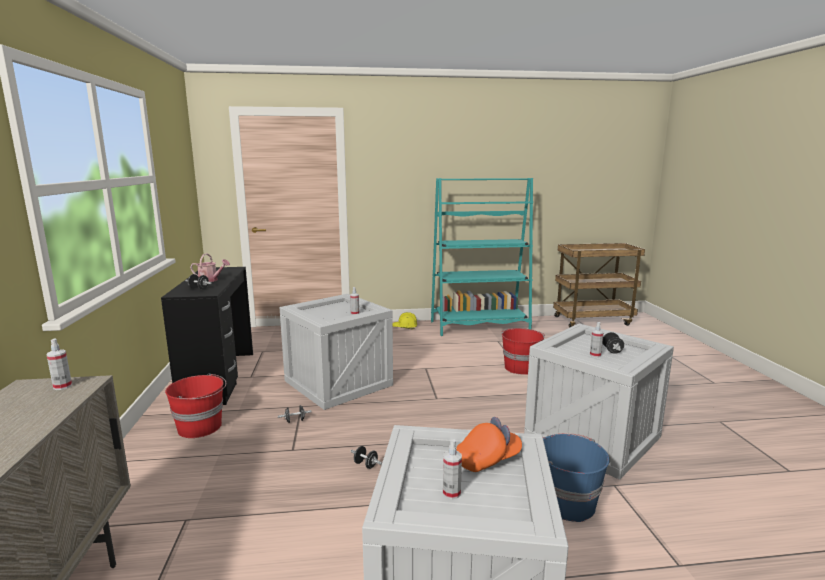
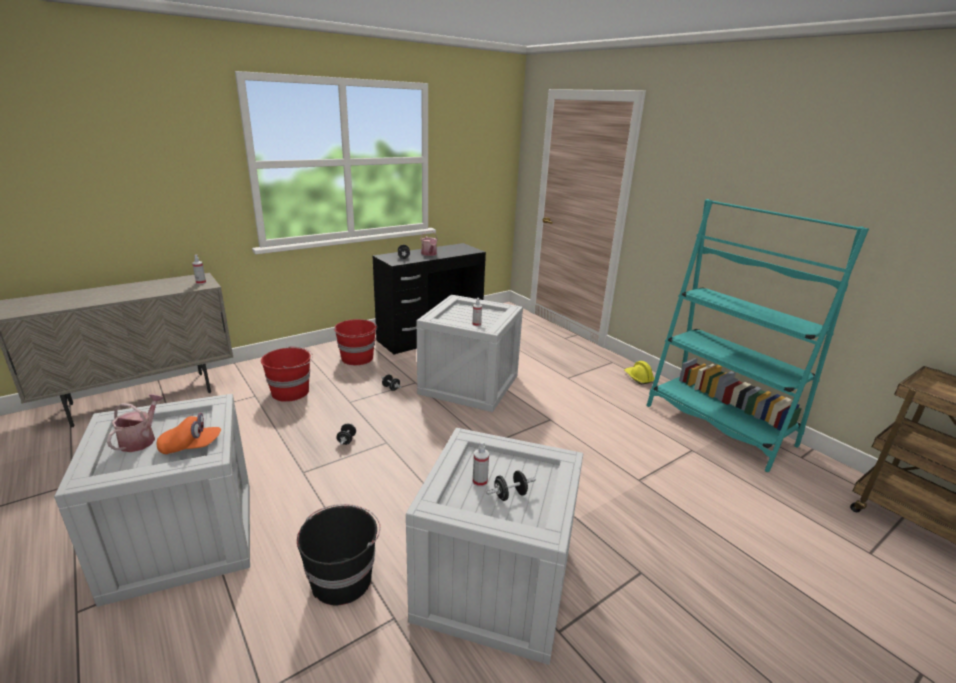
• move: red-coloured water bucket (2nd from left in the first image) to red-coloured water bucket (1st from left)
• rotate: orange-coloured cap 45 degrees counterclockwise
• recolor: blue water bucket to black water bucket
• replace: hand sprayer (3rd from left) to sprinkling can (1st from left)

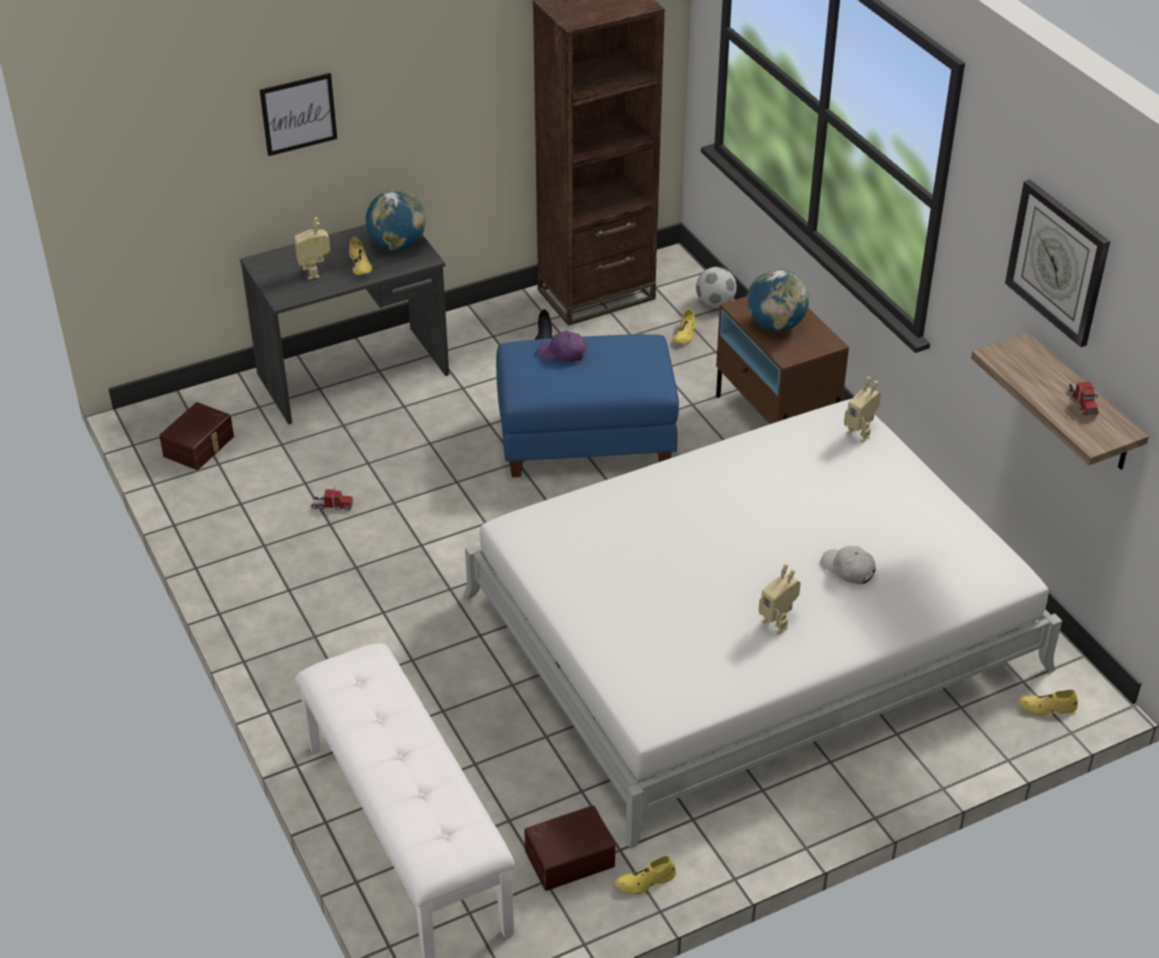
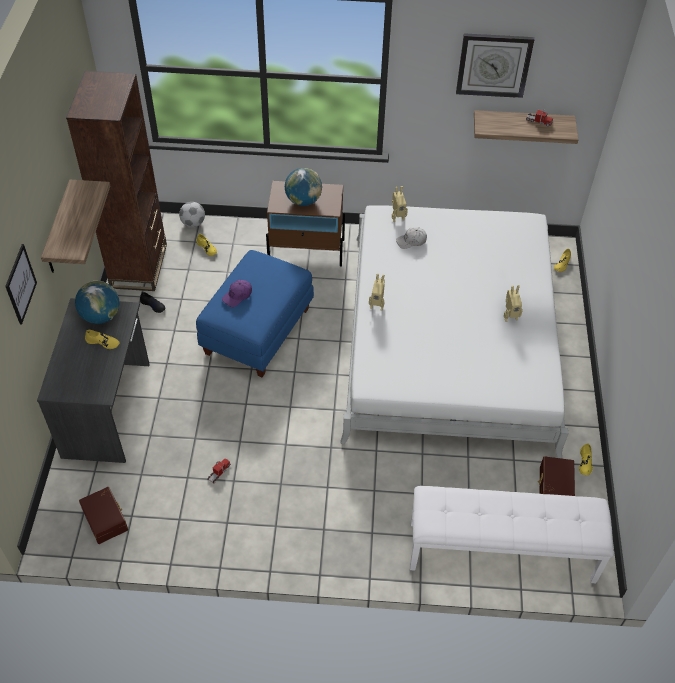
• move: toy robot (1st from left)
• move: white cap
• insert: wall shelf (1st from left)

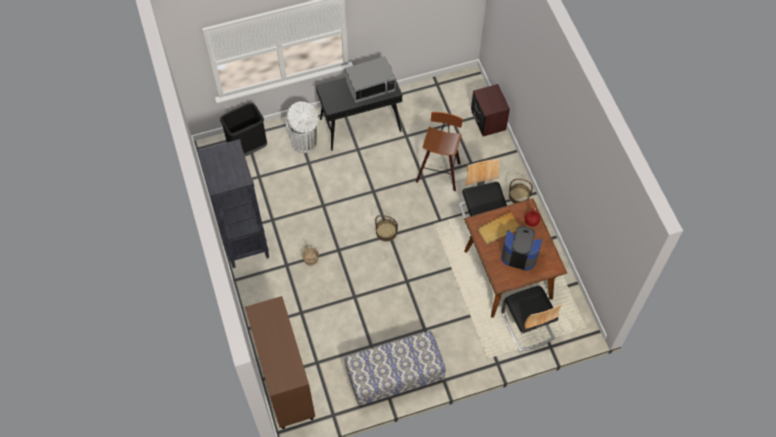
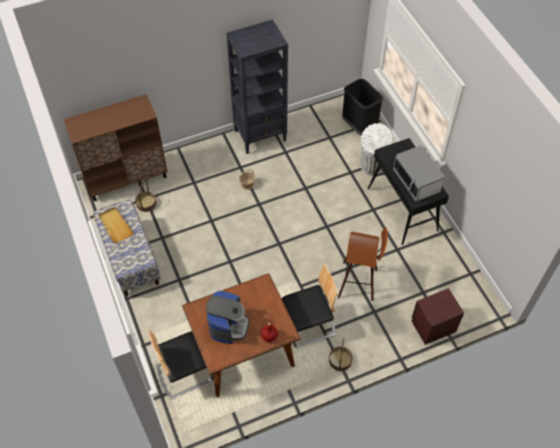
• move: beige tray
• move: storage basket (2nd from left in the first image) to storage basket (1st from left)

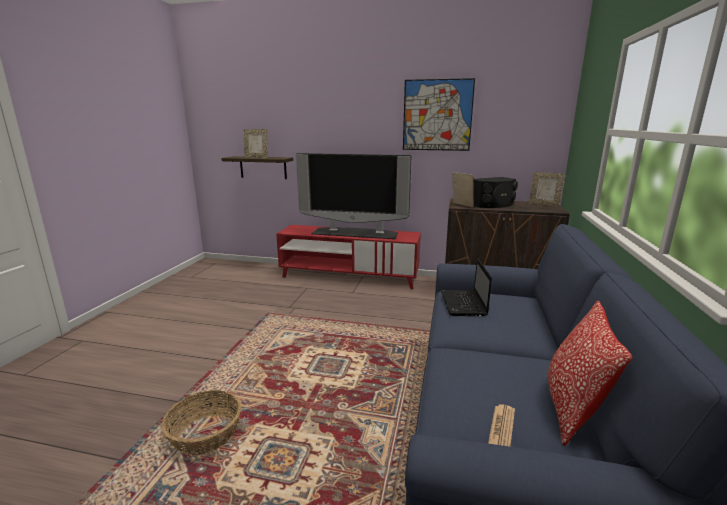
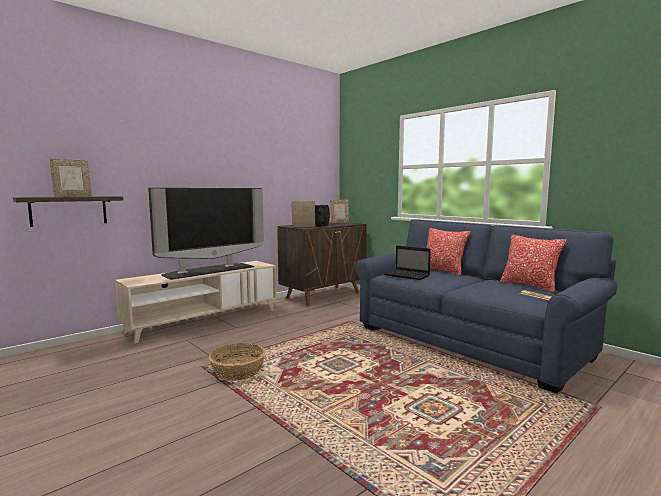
• delete: picture
• recolor: red-coloured media console to beige media console
• move: storage basket
• insert: throw pillow (1st from left)

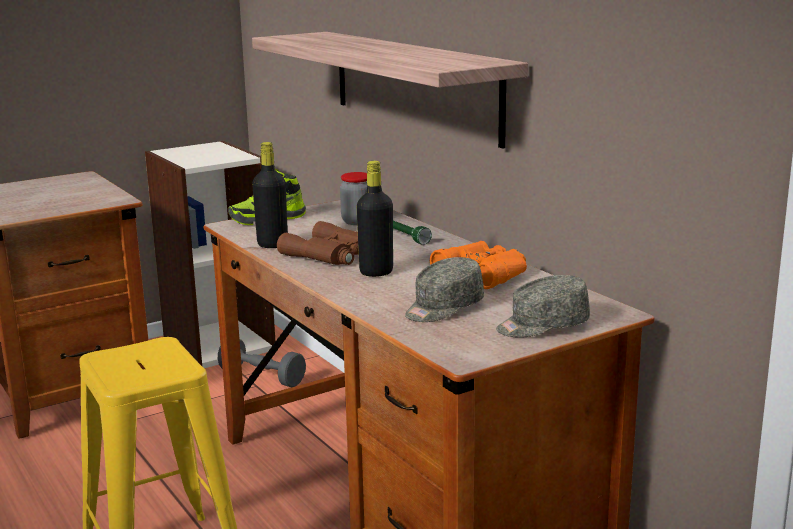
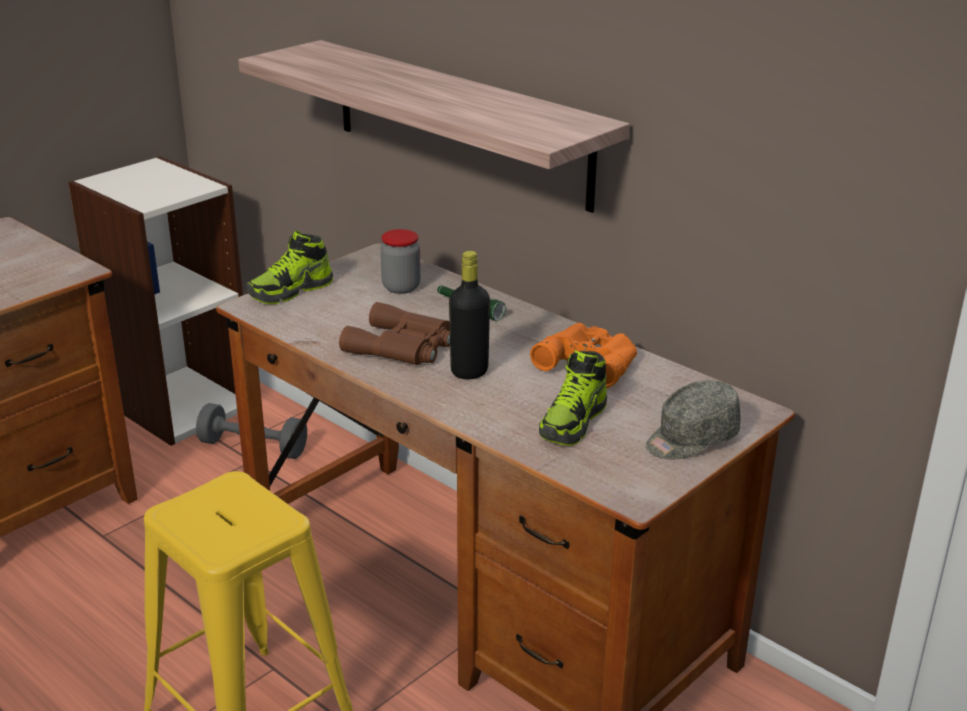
• delete: black beverage bottle (1st from left)
• replace: grey cap (1st from left) to low shoe (2nd from left)

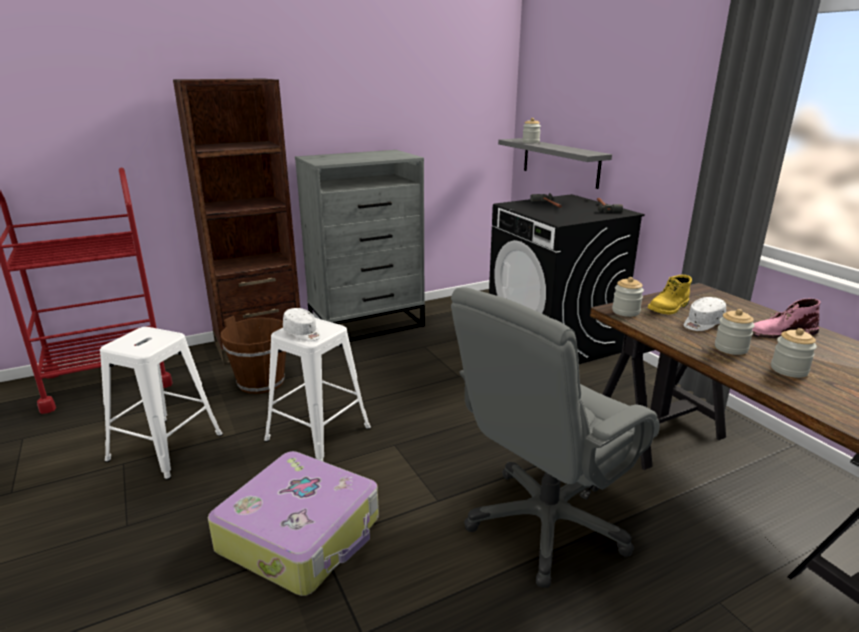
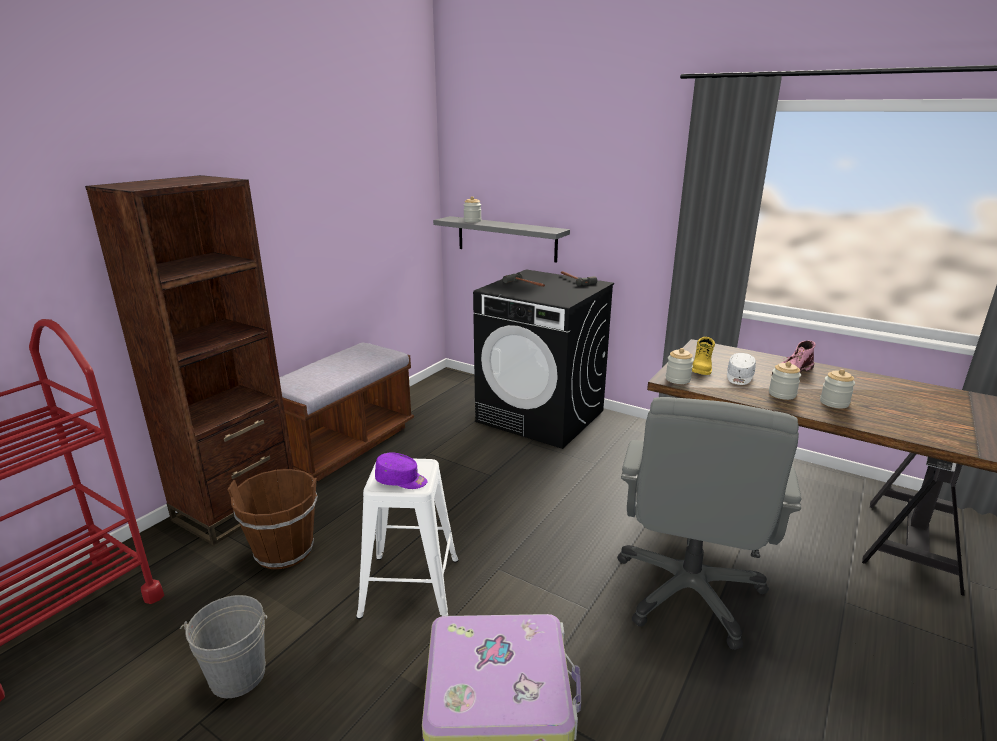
• replace: grey drawer chest to brown long seat
• recolor: white cap (1st from left) to purple-coloured cap
• replace: white stool seat (1st from left) to grey water bucket

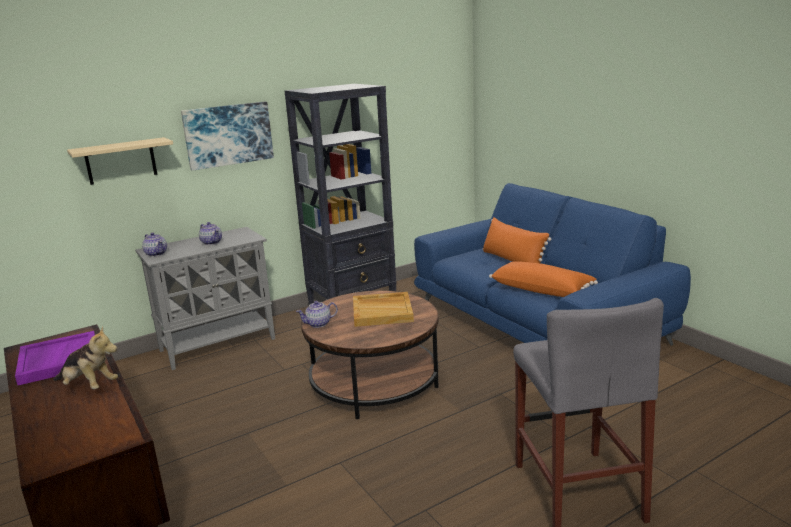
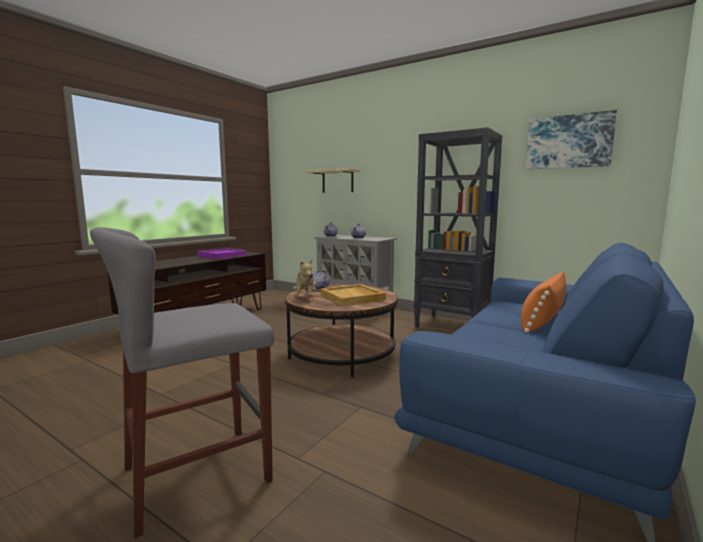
• move: picture
• delete: orange-coloured throw pillow (2nd from left)
• move: plush toy

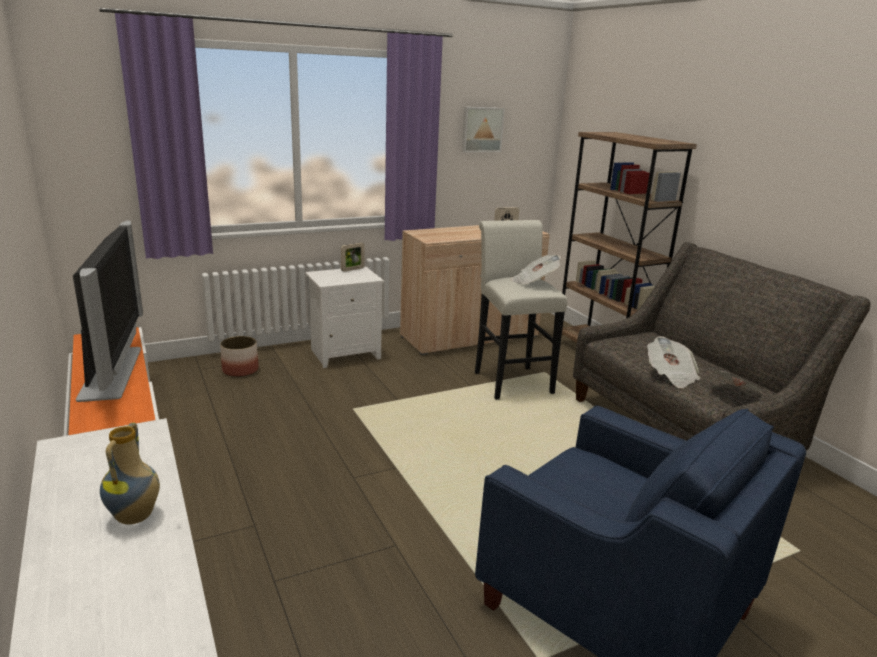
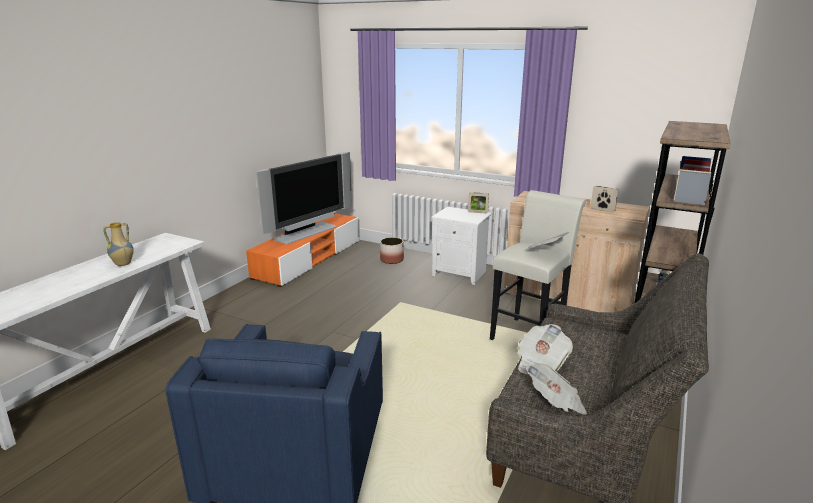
• delete: picture

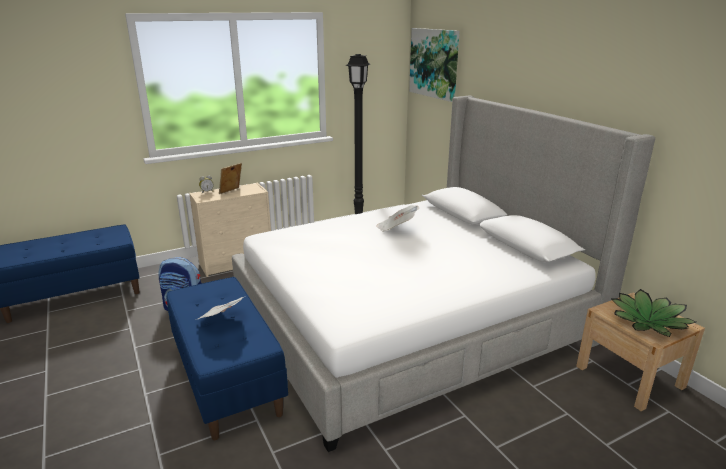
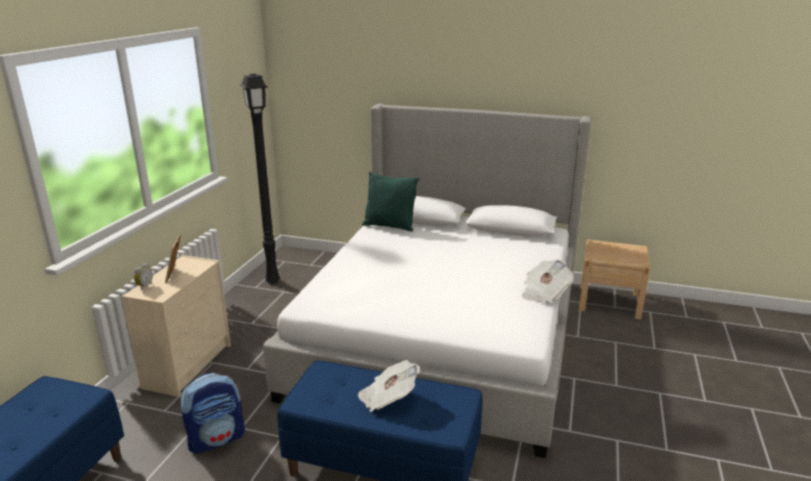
• delete: picture
• move: daily paper (2nd from left)
• delete: potted plant
• insert: greenish throw pillow

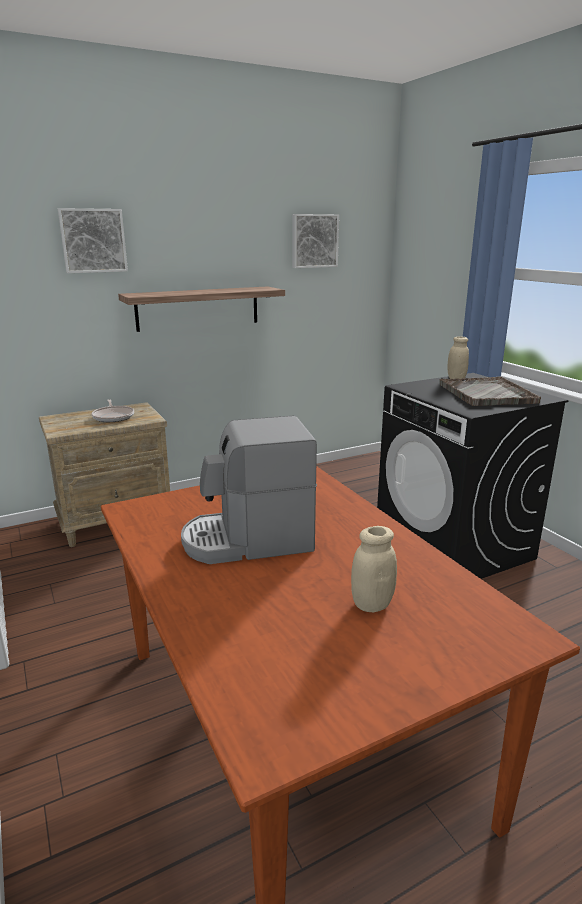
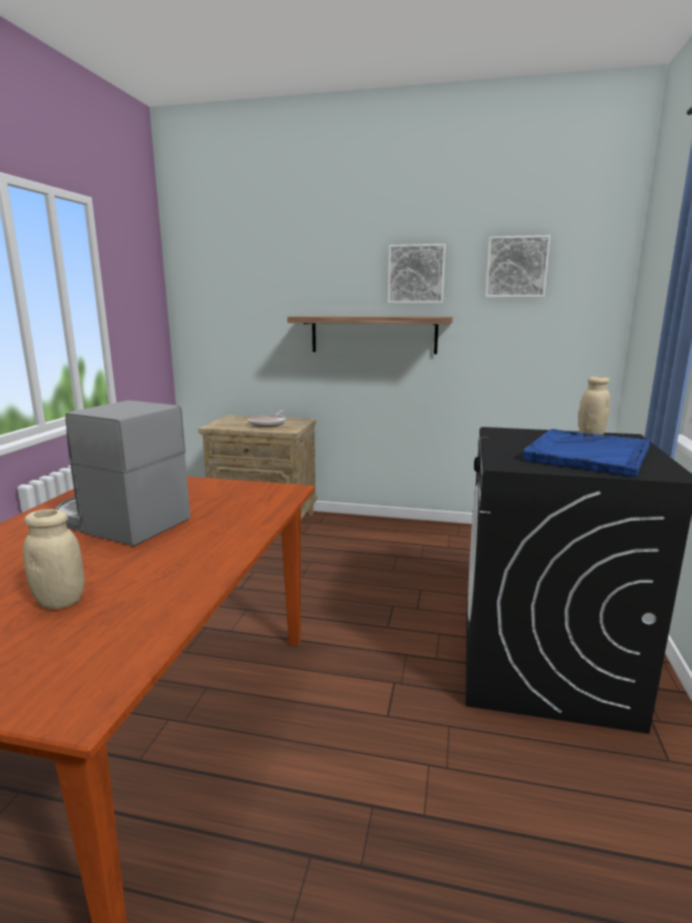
• move: picture (1st from left)
• recolor: grey tray to blue tray

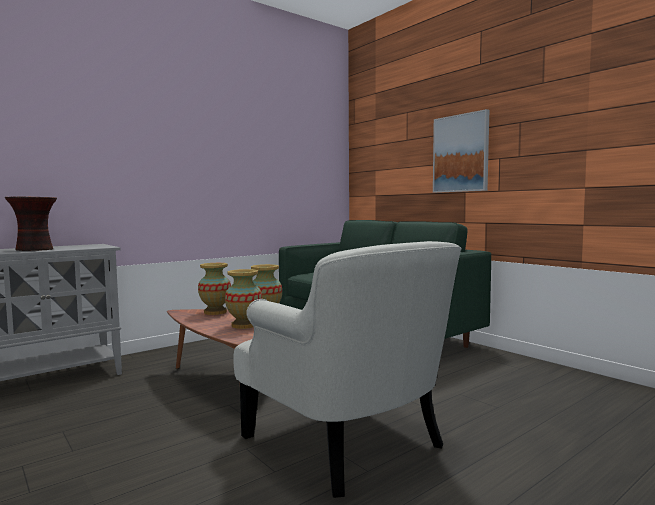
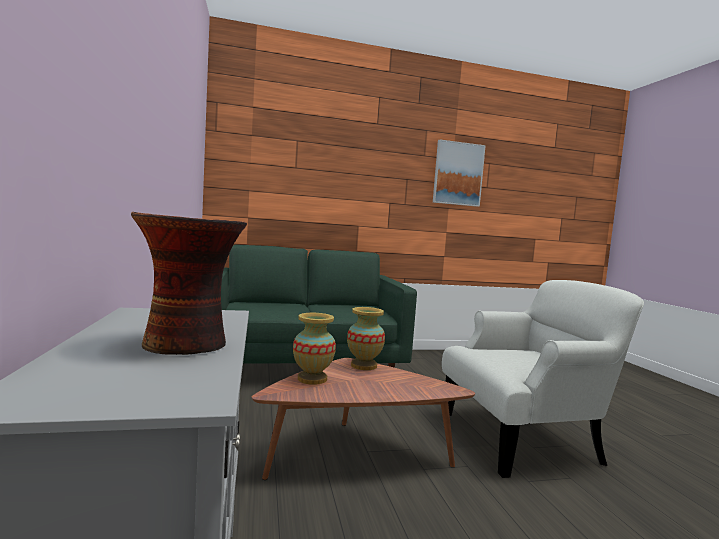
• move: picture
• delete: decorative vase (3rd from left)

